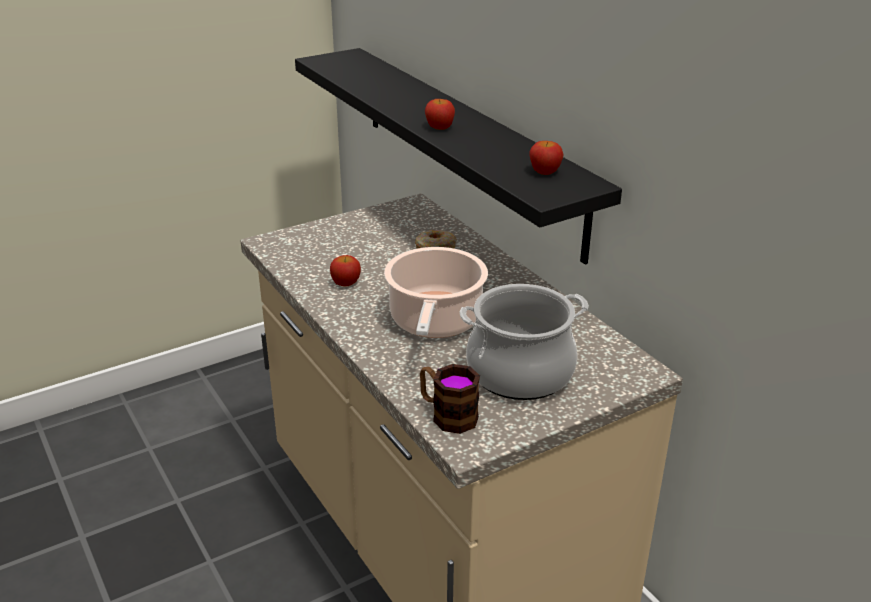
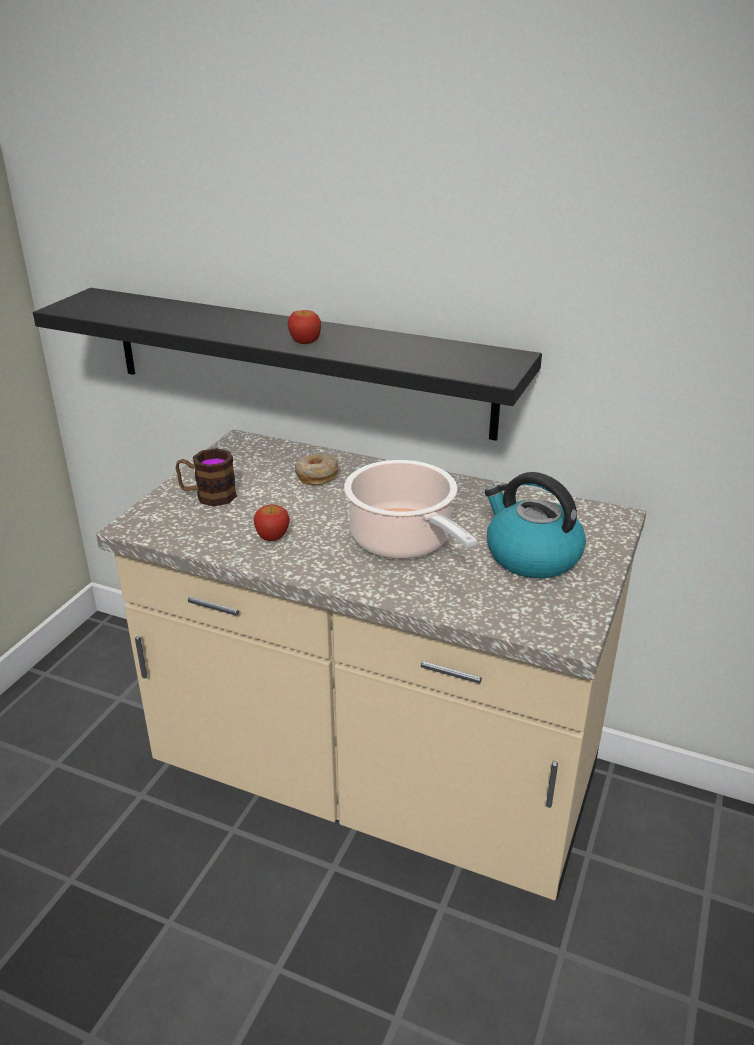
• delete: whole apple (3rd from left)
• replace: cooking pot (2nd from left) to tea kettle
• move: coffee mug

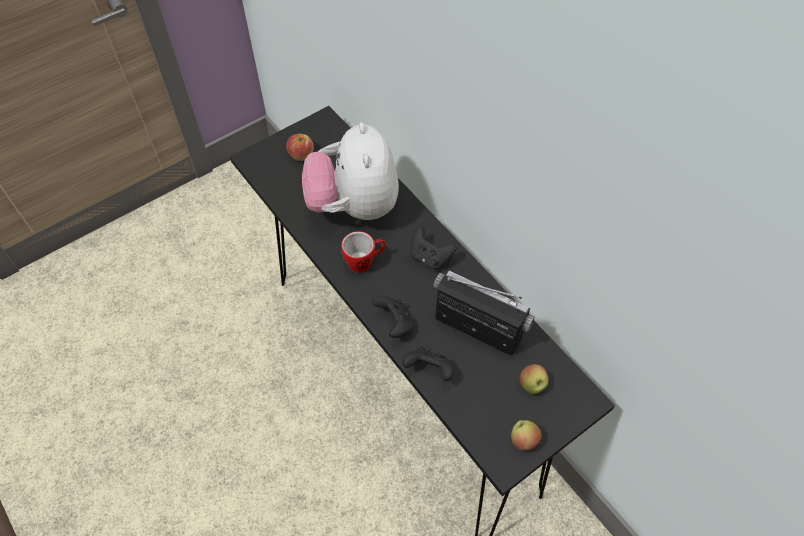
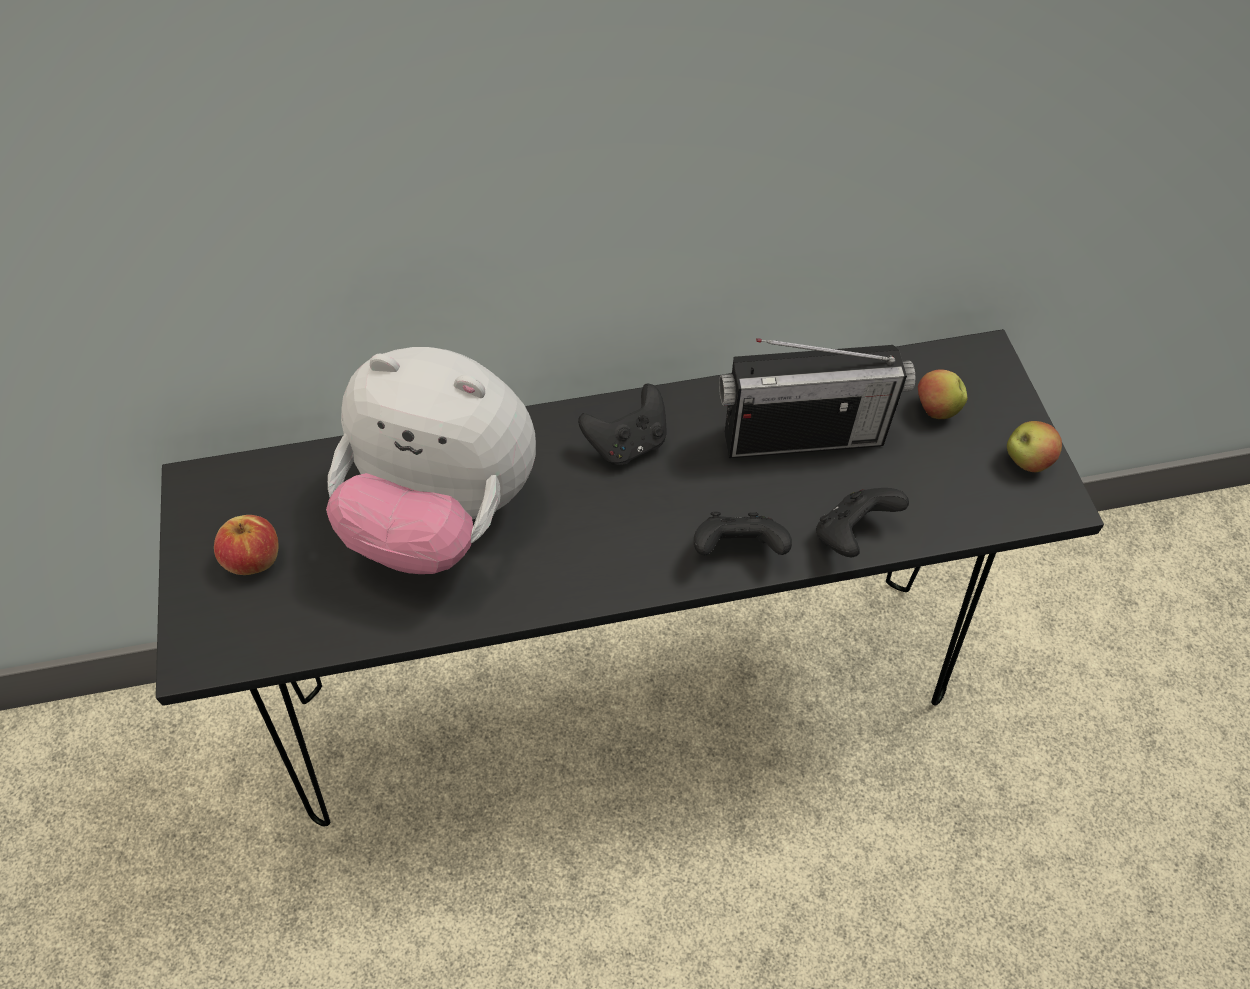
• delete: coffee mug
• rotate: radio receiver 150 degrees counterclockwise

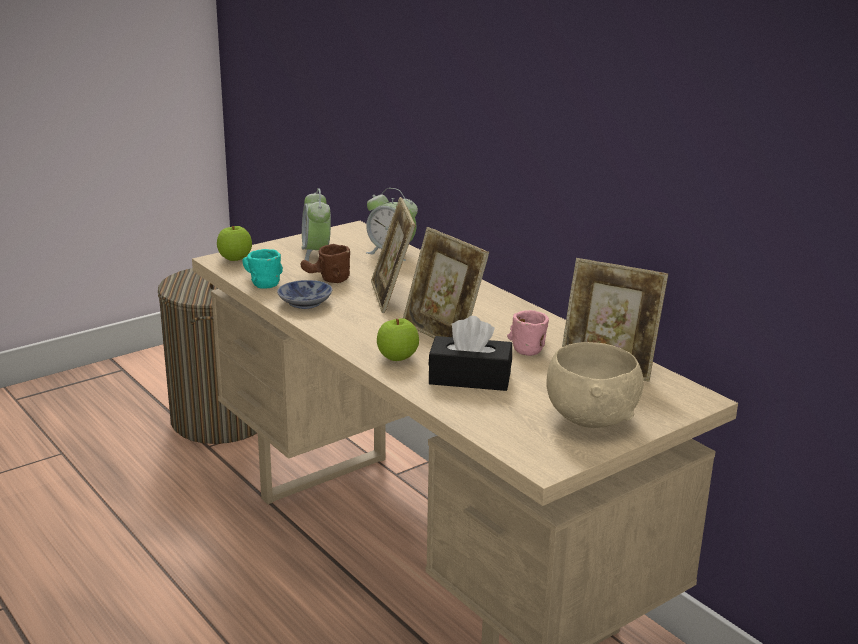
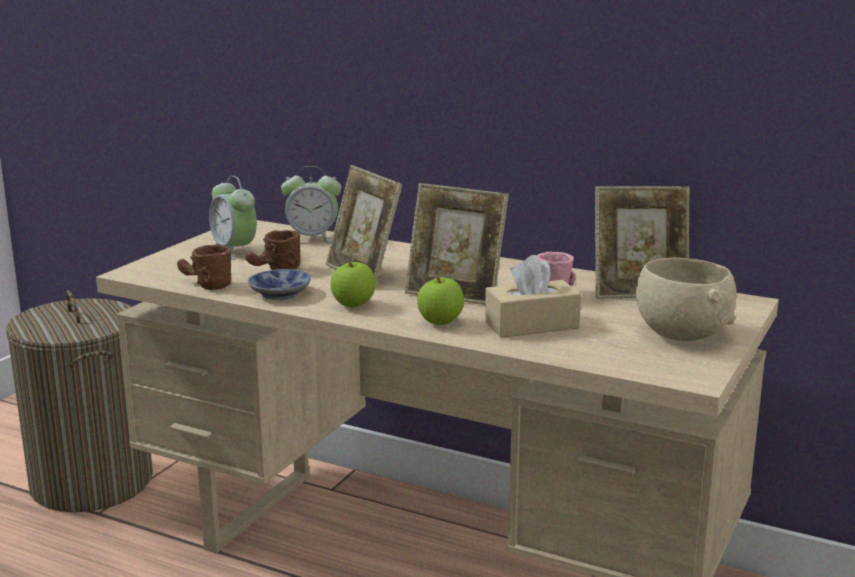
• move: whole apple (1st from left)
• recolor: turquoise-coloured coffee mug to brown coffee mug (1st from left)
• recolor: black box of tissues to beige box of tissues

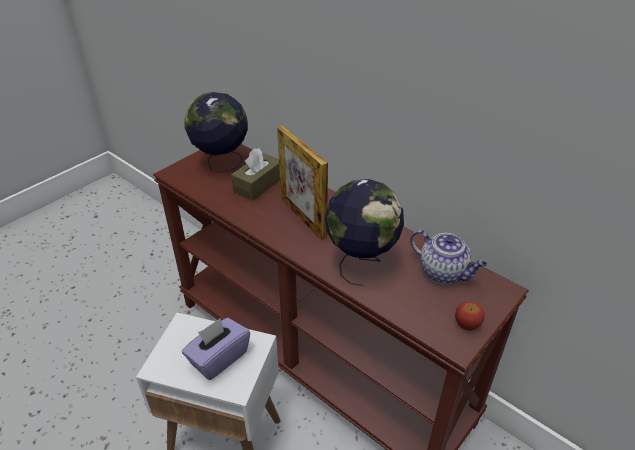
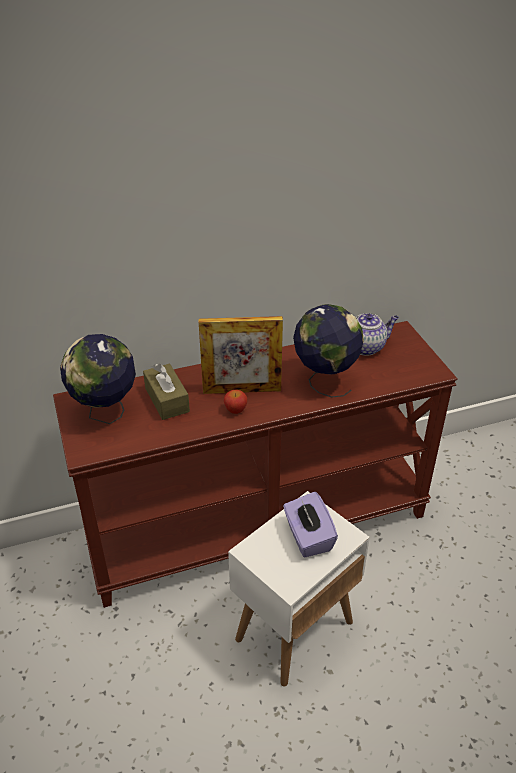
• move: whole apple

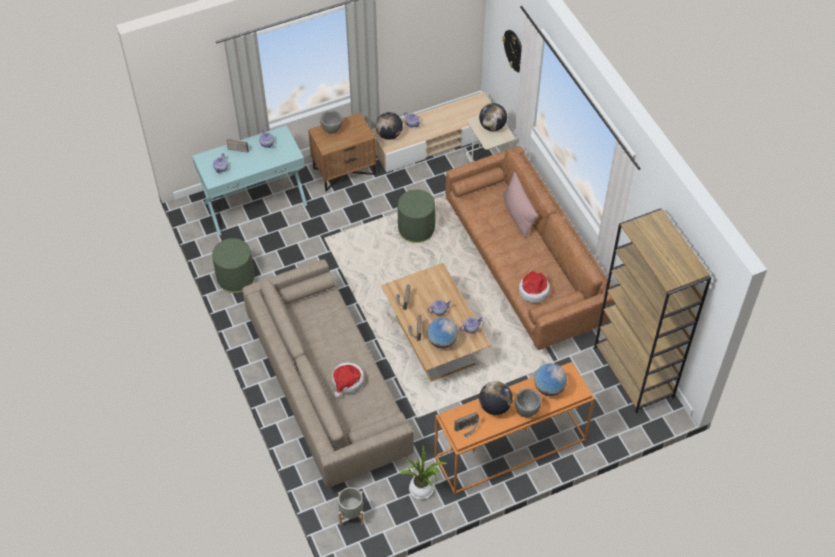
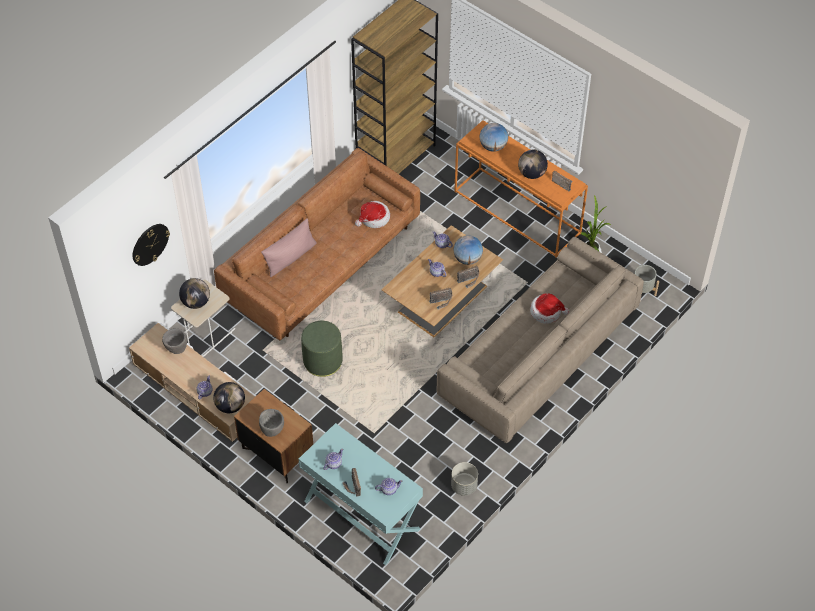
• replace: greenish footrest (1st from left) to grey flower pot (1st from left)
• move: grey serving bowl (2nd from left in the first image) to grey serving bowl (1st from left)

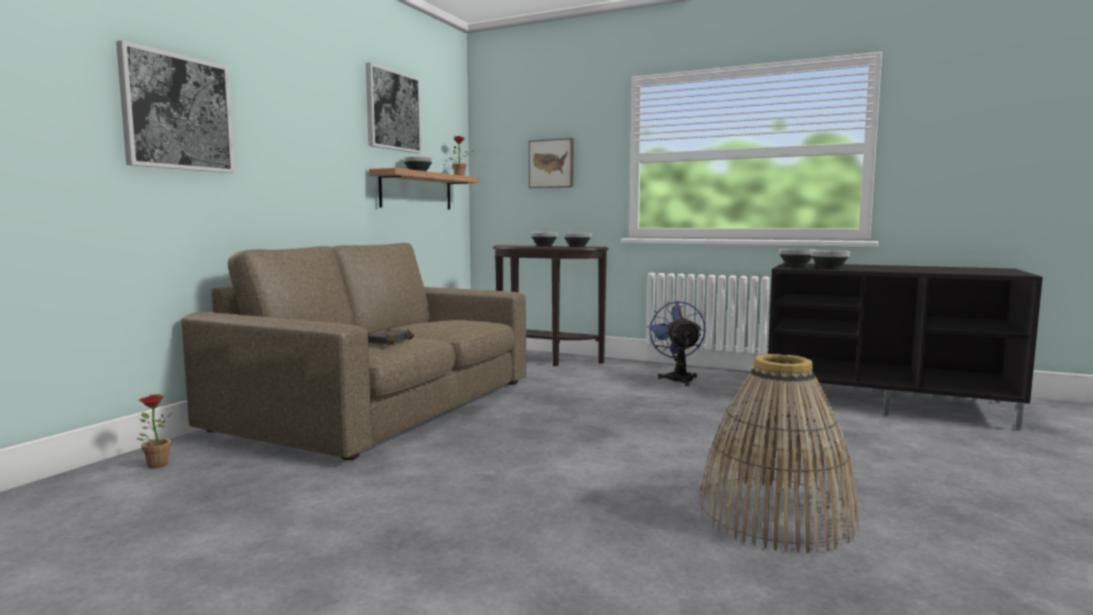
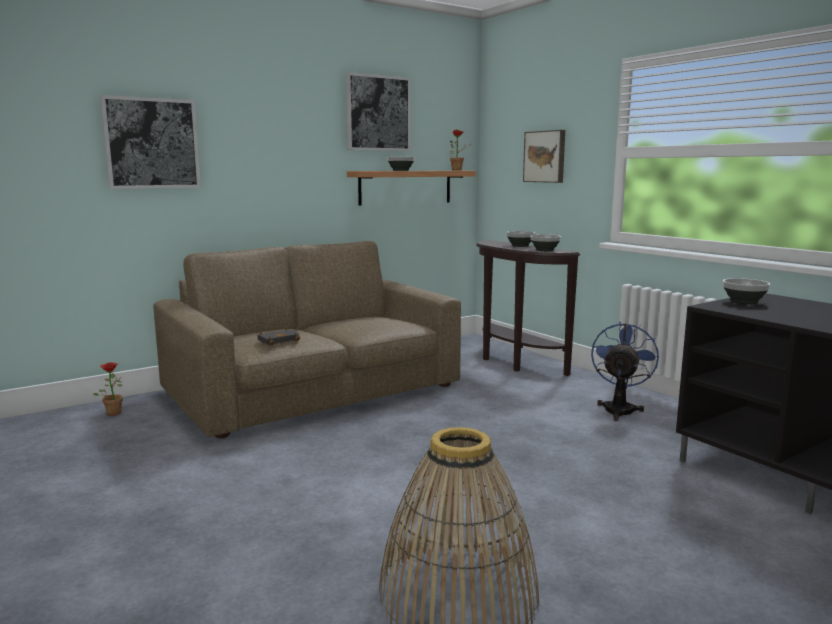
• delete: serving bowl (5th from left)

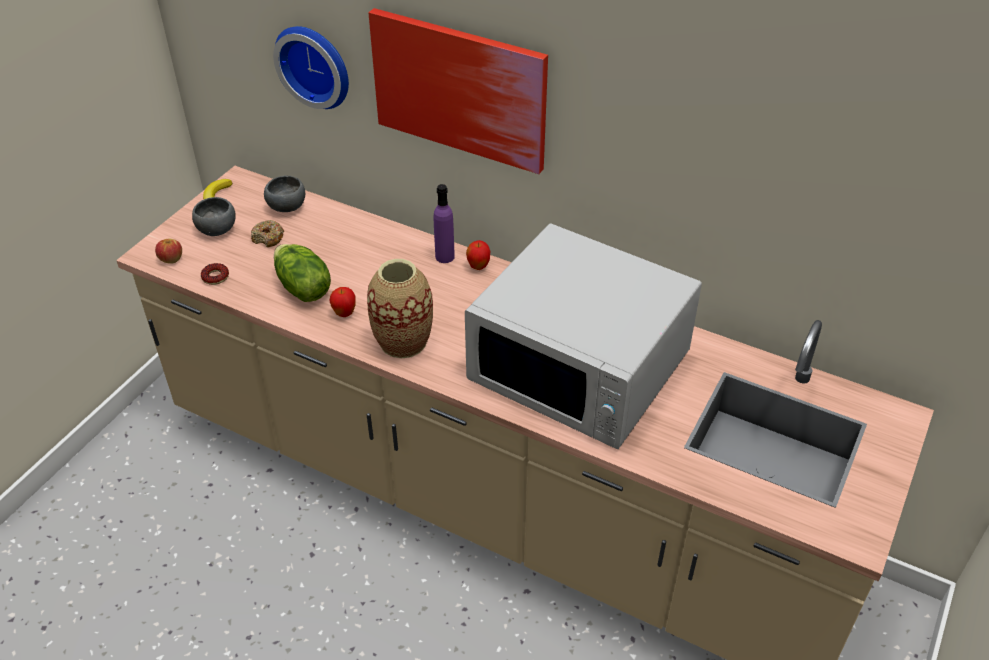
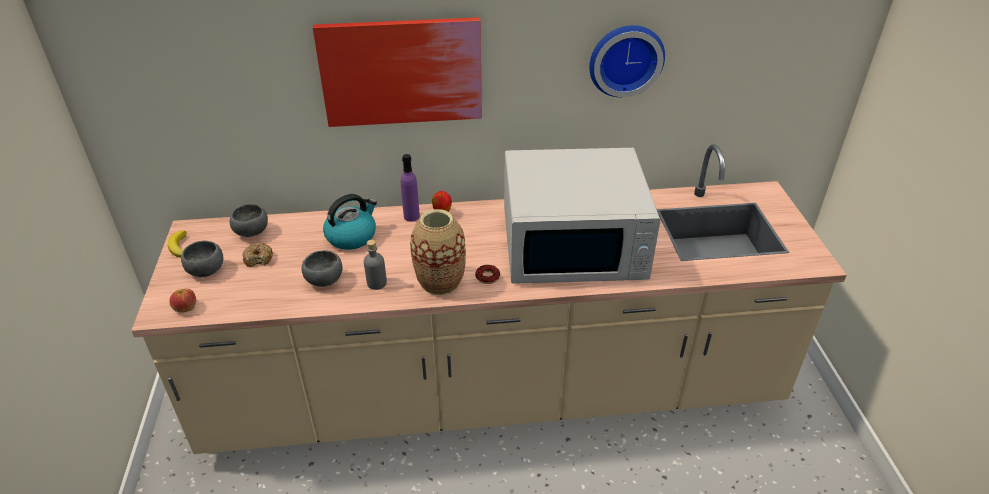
• move: hanging clock
• replace: lettuce to grey serving bowl (3rd from left)
• move: ring doughnut (1st from left in the first image) to ring doughnut (2nd from left)
• replace: whole apple (2nd from left) to grey beverage bottle
• insert: tea kettle

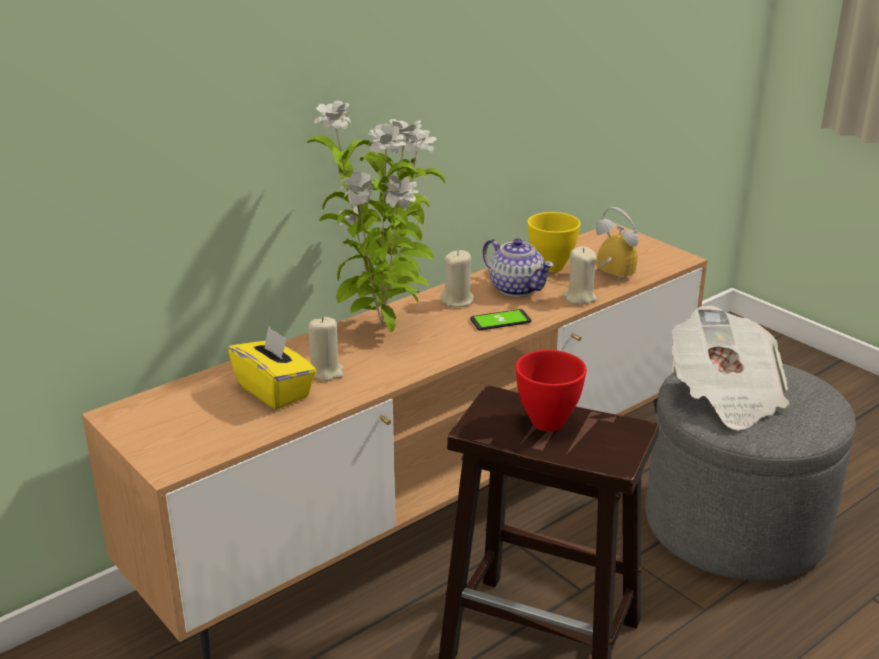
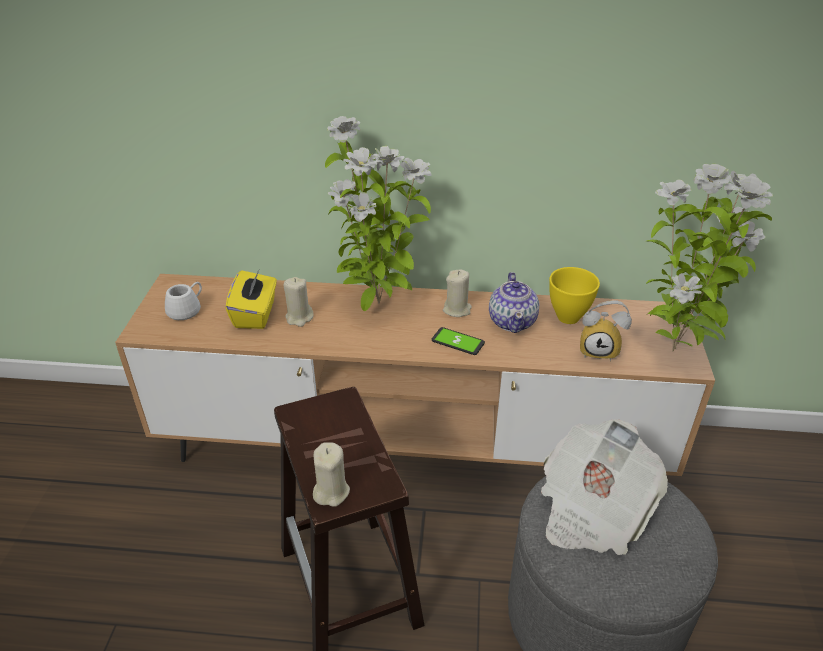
• rotate: alarm clock 105 degrees clockwise
• move: beige wax candle (3rd from left in the first image) to beige wax candle (2nd from left)
• delete: red-coloured serving bowl
• insert: potted plant (2nd from left)
• insert: white coffee mug

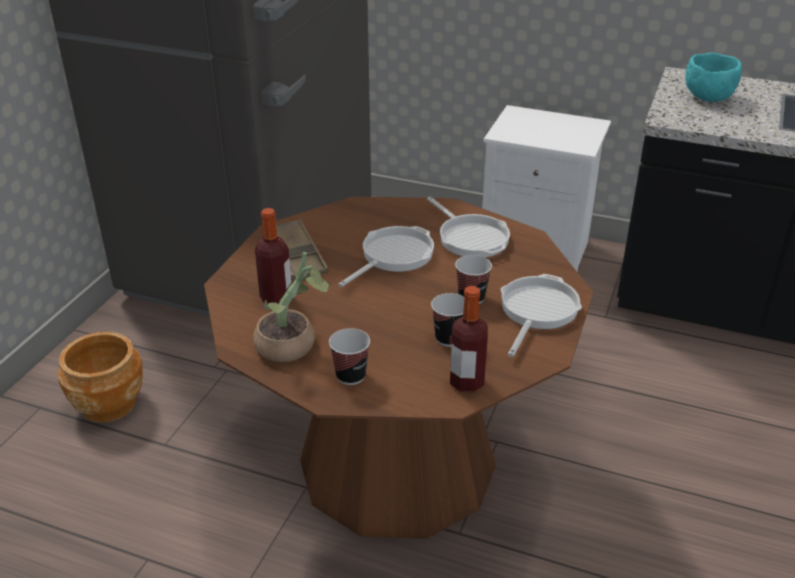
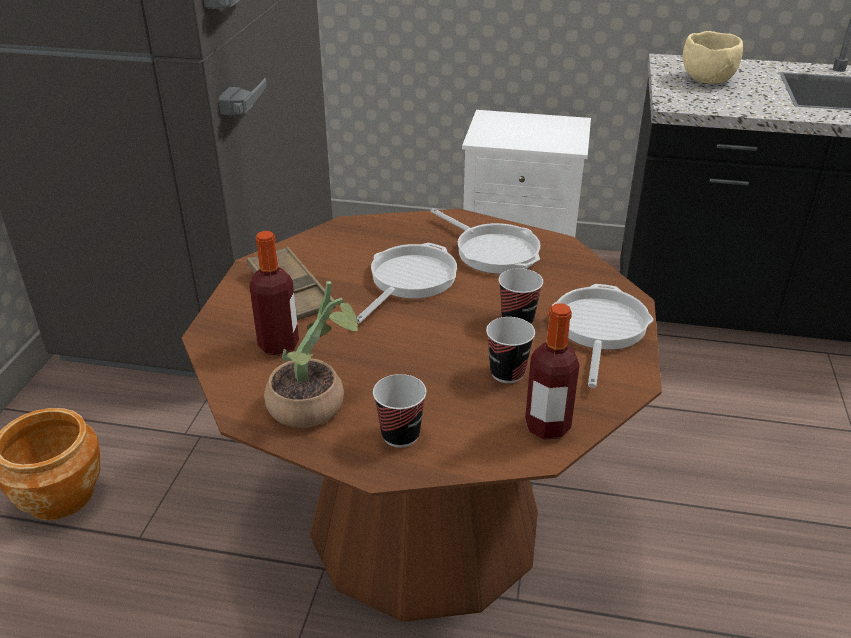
• recolor: turquoise-coloured serving bowl to beige serving bowl

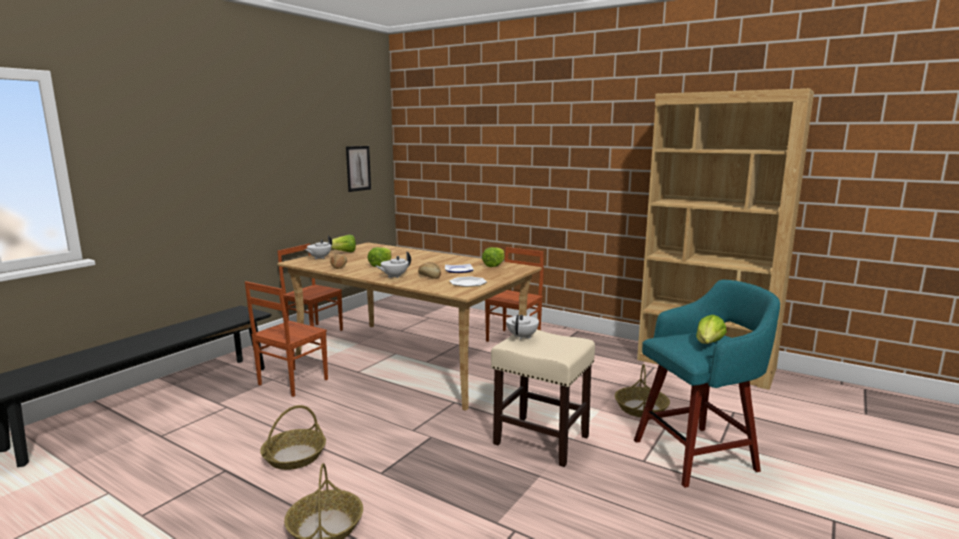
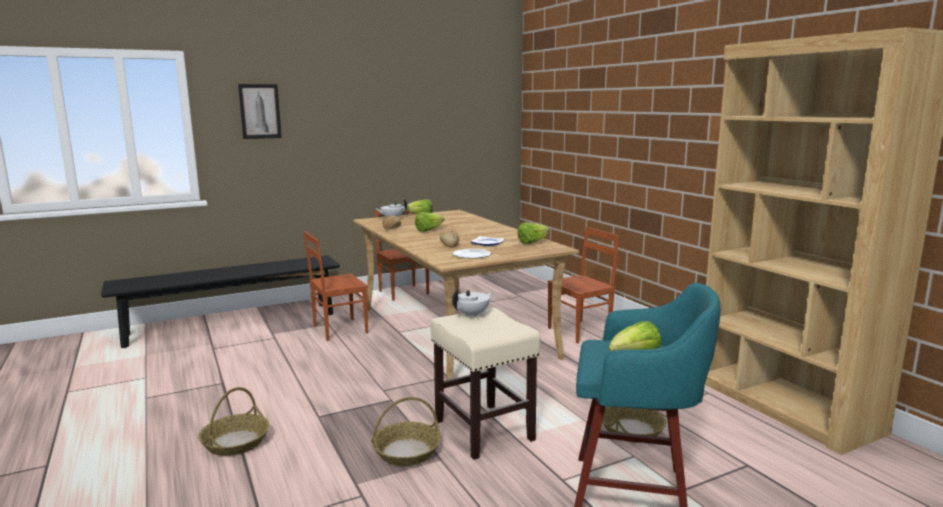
• move: picture
• delete: white pot for tea (2nd from left)
• move: storage basket (1st from left in the first image) to storage basket (2nd from left)

